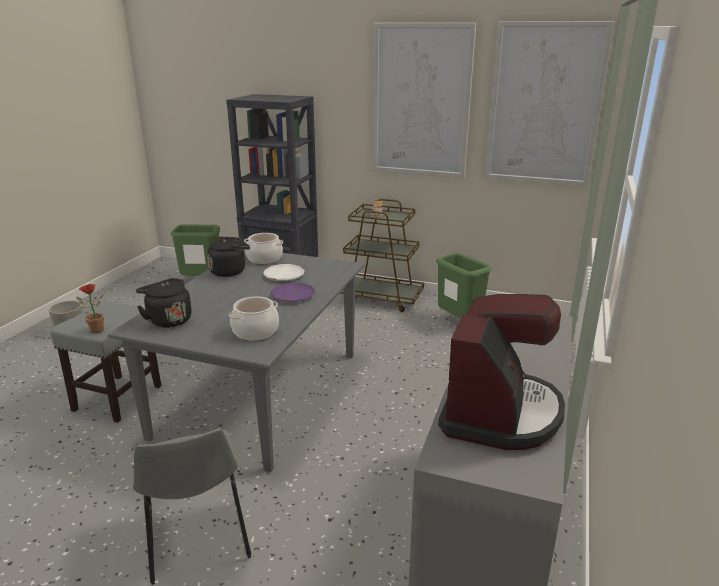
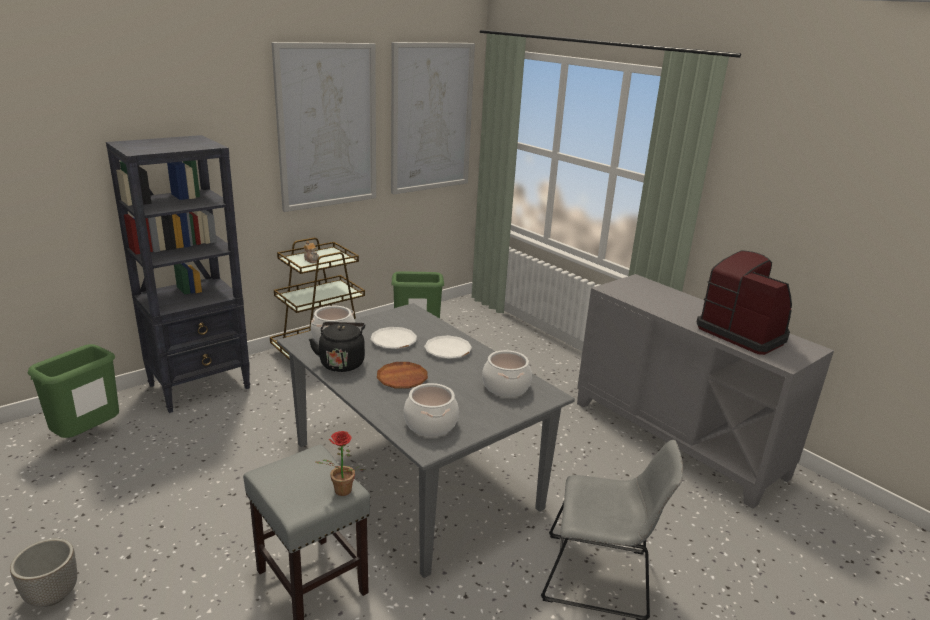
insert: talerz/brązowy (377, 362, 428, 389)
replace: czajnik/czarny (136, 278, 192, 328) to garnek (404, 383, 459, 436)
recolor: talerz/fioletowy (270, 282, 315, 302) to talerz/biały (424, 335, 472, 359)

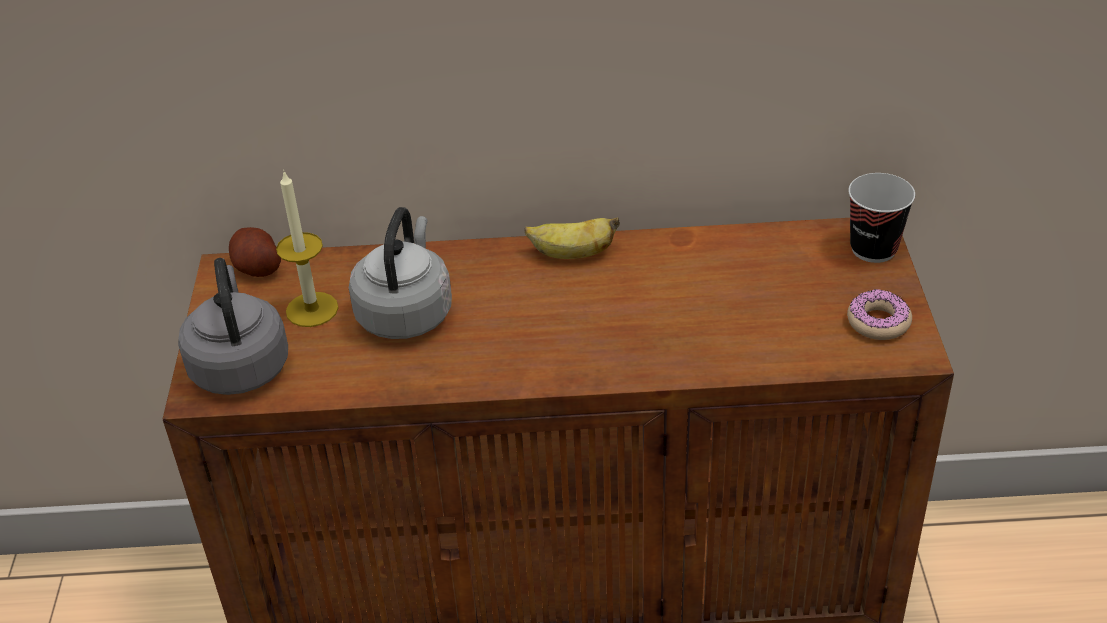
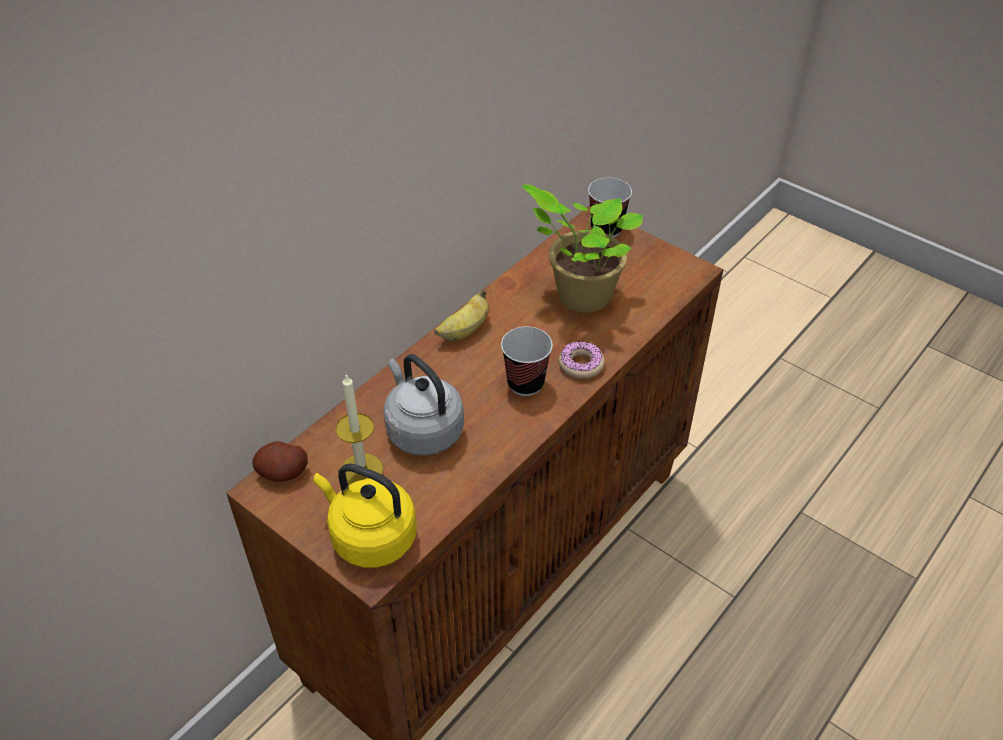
insert: filiżanka (501, 326, 553, 396); roślina doniczkowa (522, 184, 643, 313)
move: donut (847, 289, 912, 340) to (559, 341, 605, 379)
recolor: czajnik/szary (178, 258, 288, 395) to czajnik/żółty (314, 463, 417, 568)

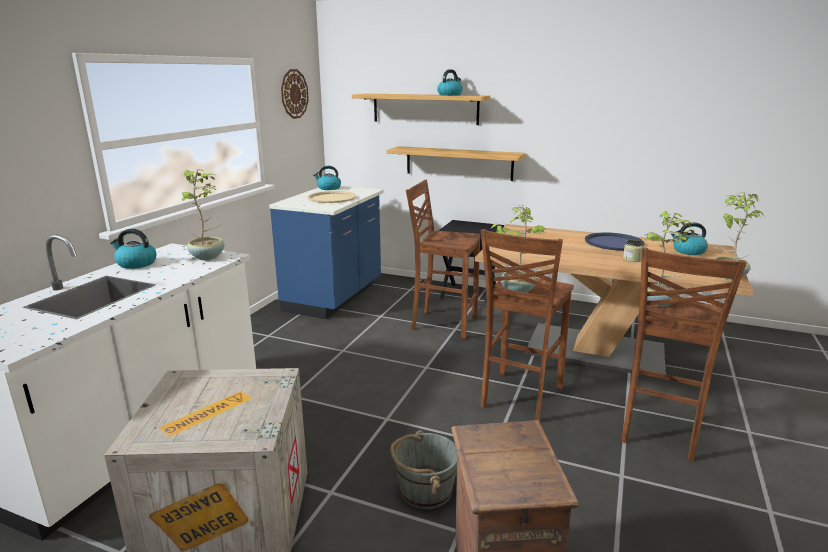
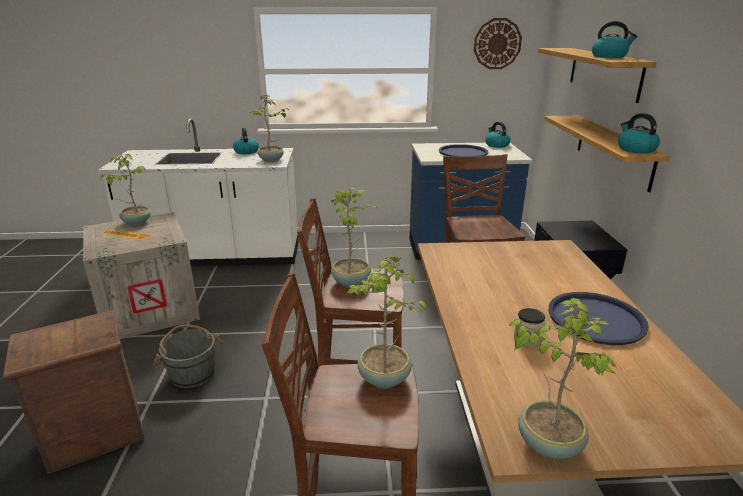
insert: roślina doniczkowa (101, 153, 151, 226)
move: czajnik (671, 222, 708, 255) to (618, 113, 660, 153)
recolor: taca/beżowy (307, 191, 356, 203) to taca/niebieski (439, 144, 488, 157)

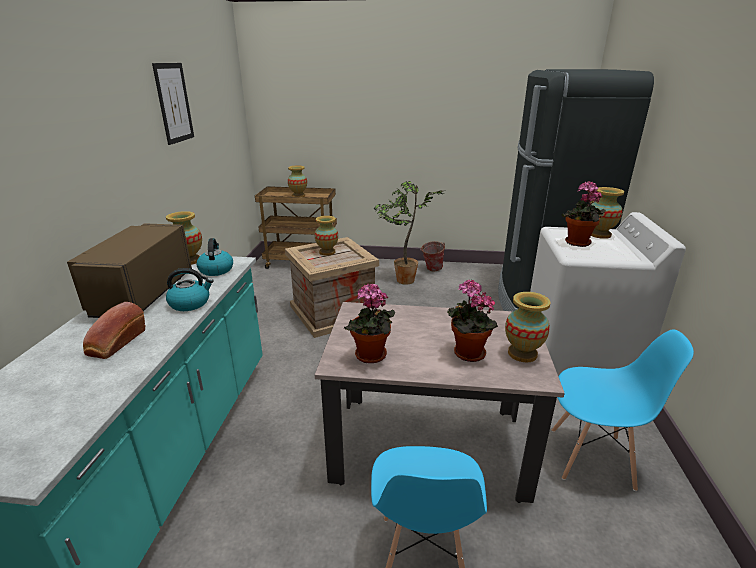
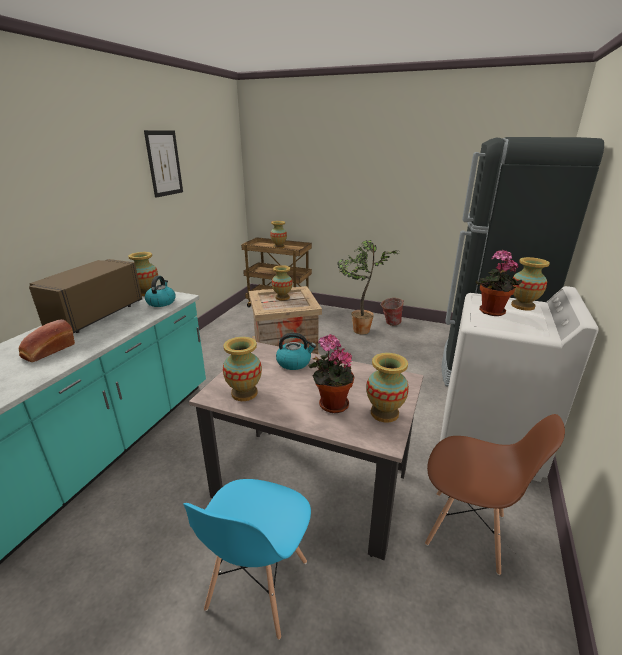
move: czajnik (166, 268, 214, 311) to (276, 333, 316, 370)
replace: roślina doniczkowa (344, 283, 395, 363) to wazon (223, 337, 262, 401)
recolor: krzesło/niebieski (552, 329, 694, 491) to krzesło/brązowy (425, 414, 565, 575)

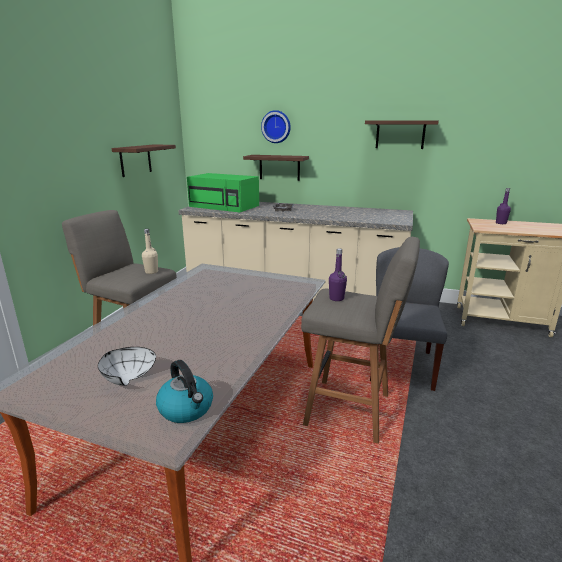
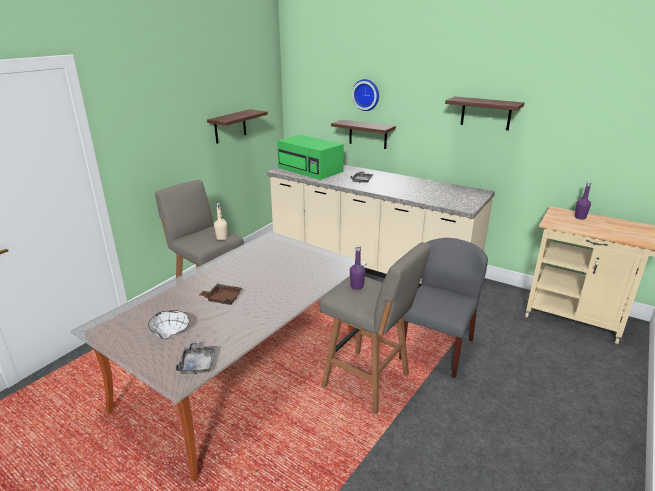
insert: taca/brązowy (199, 284, 243, 305)
replace: czajnik (156, 360, 213, 423) to taca/szary (176, 341, 217, 374)

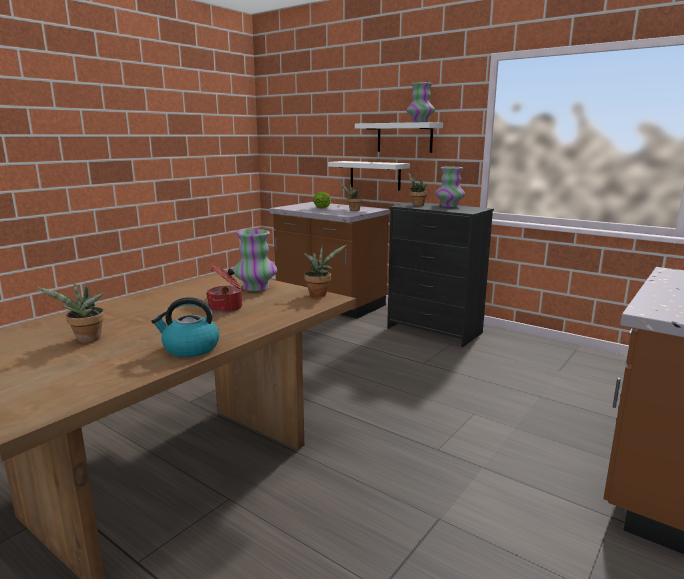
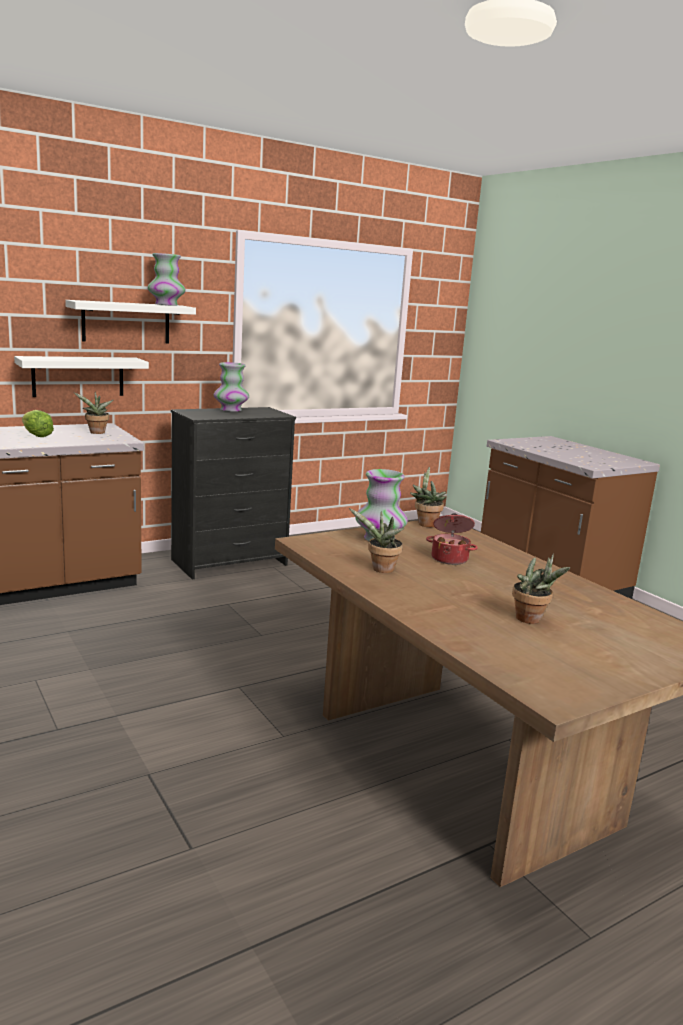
delete: czajnik (151, 297, 219, 357)
move: roślina doniczkowa (408, 173, 428, 206) to (349, 508, 404, 573)

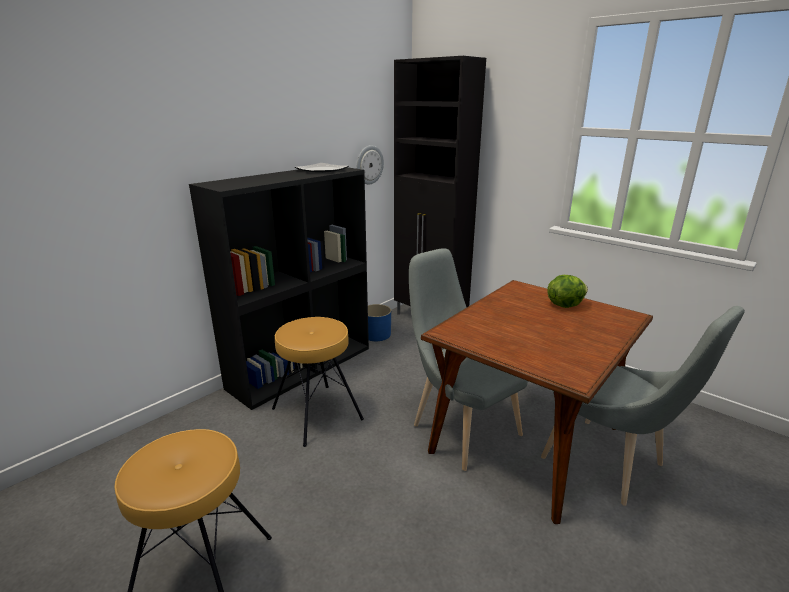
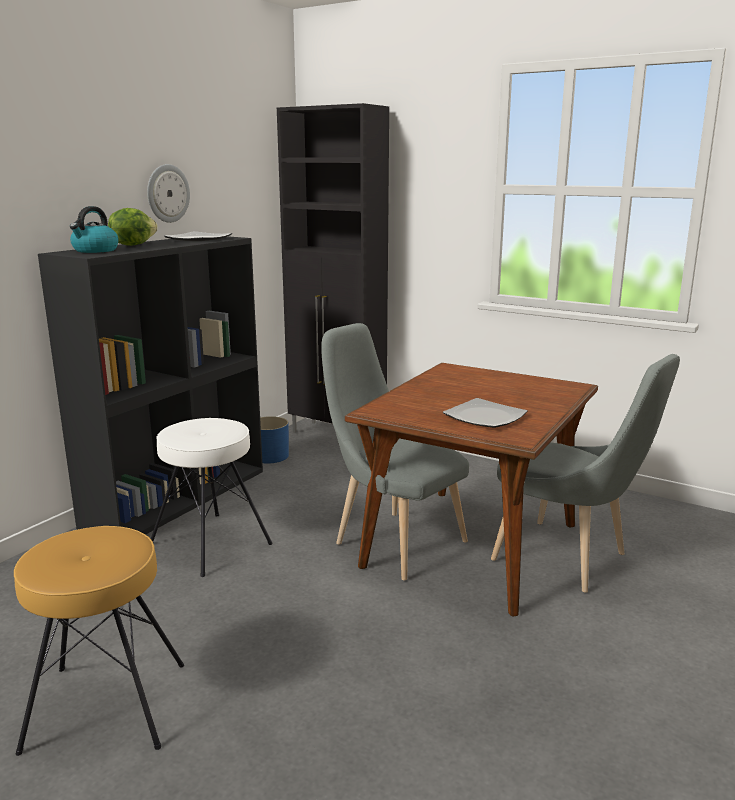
insert: czajnik (70, 206, 119, 253); talerz (443, 398, 528, 428)
move: zegar ścienny (357, 145, 384, 184) to (147, 164, 190, 223); sałata (547, 275, 588, 308) to (108, 208, 158, 246)
recolor: stołek/brązowy (272, 317, 364, 447) to stołek/biały (151, 418, 272, 577)

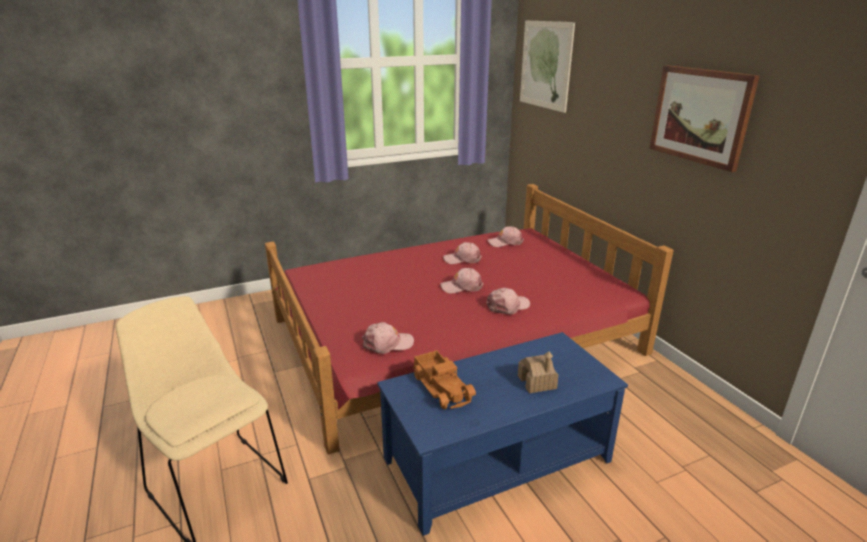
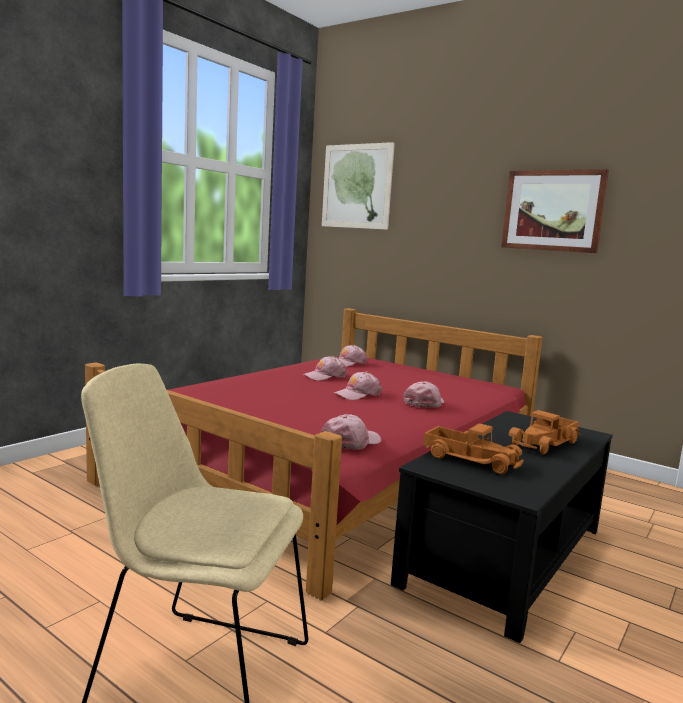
replace: domek (518, 351, 558, 393) to ciężarówka zabawkowa (508, 410, 580, 455)
recolor: ława/niebieski (377, 332, 628, 536) to ława/czarny (391, 411, 613, 643)

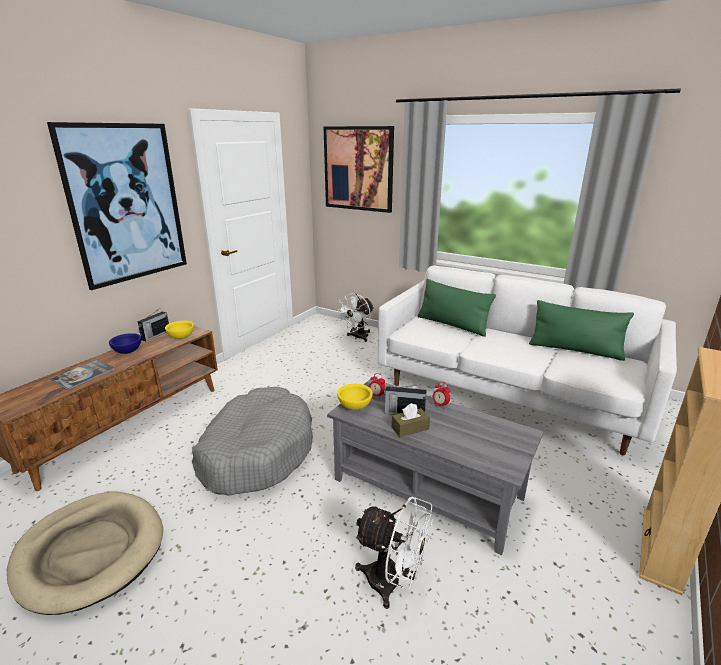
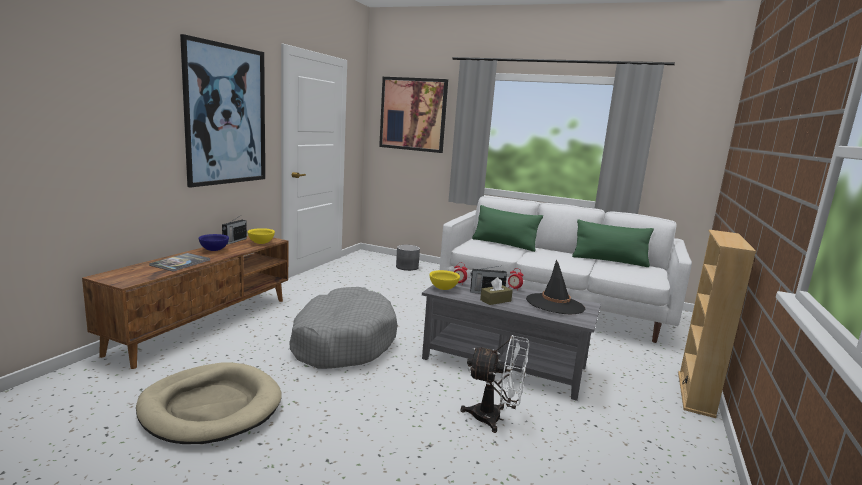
insert: kapelusz/czarny (526, 259, 586, 314)
replace: wentylator/biały (337, 293, 374, 342) to donica/szary (396, 245, 420, 271)

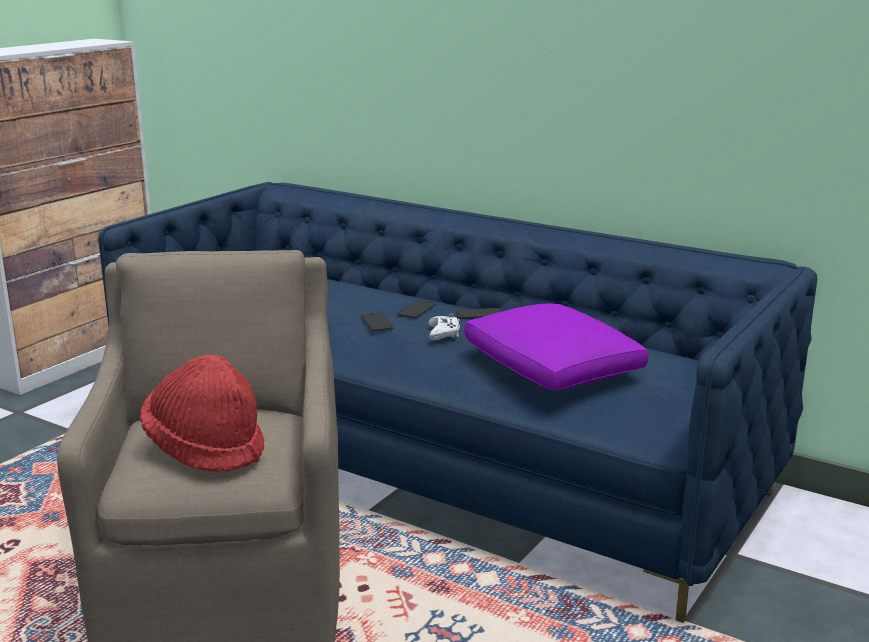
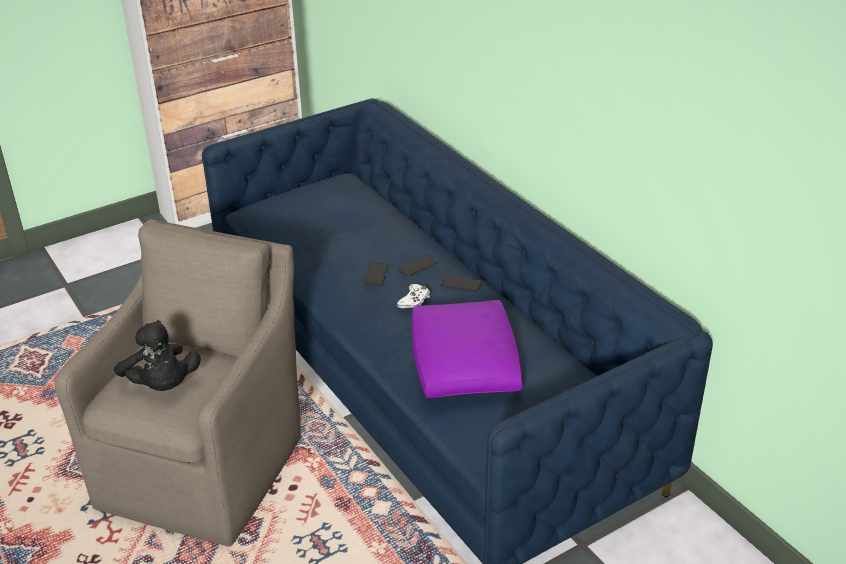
replace: kapelusz/czerwony (140, 355, 264, 472) to pluszak/czarny (114, 320, 201, 391)

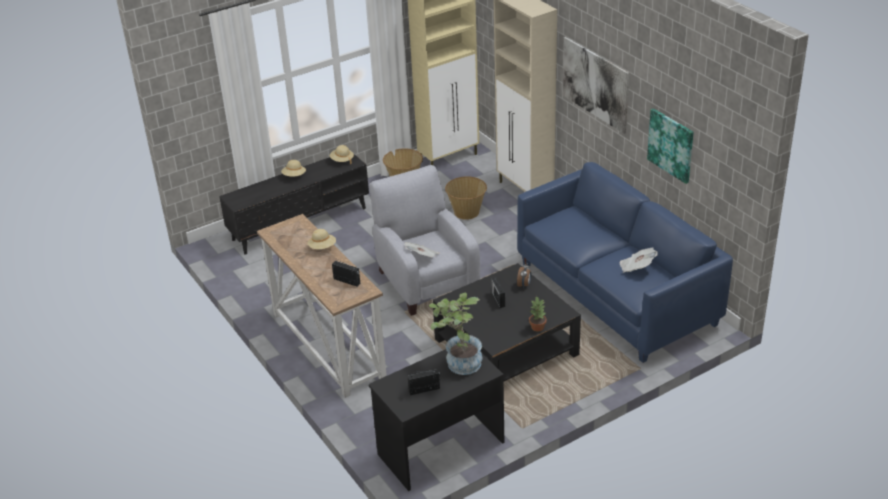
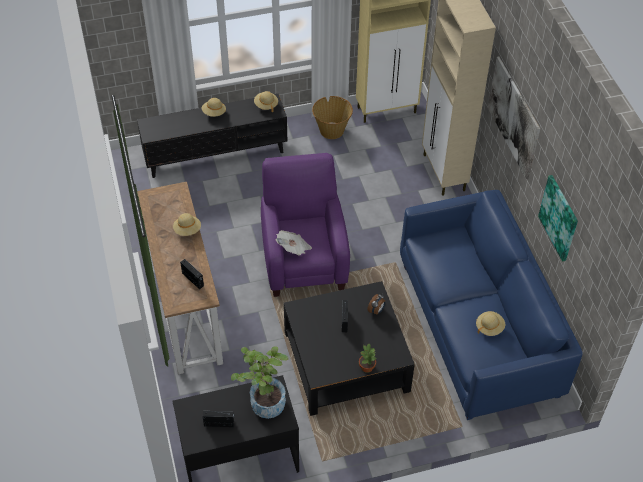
delete: koszyk (445, 176, 487, 220)
replace: gazeta (619, 248, 658, 273) to kapelusz/beżowy (476, 311, 505, 336)
recolor: fotel/szary (369, 165, 480, 316) to fotel/fioletowy (261, 153, 350, 297)

